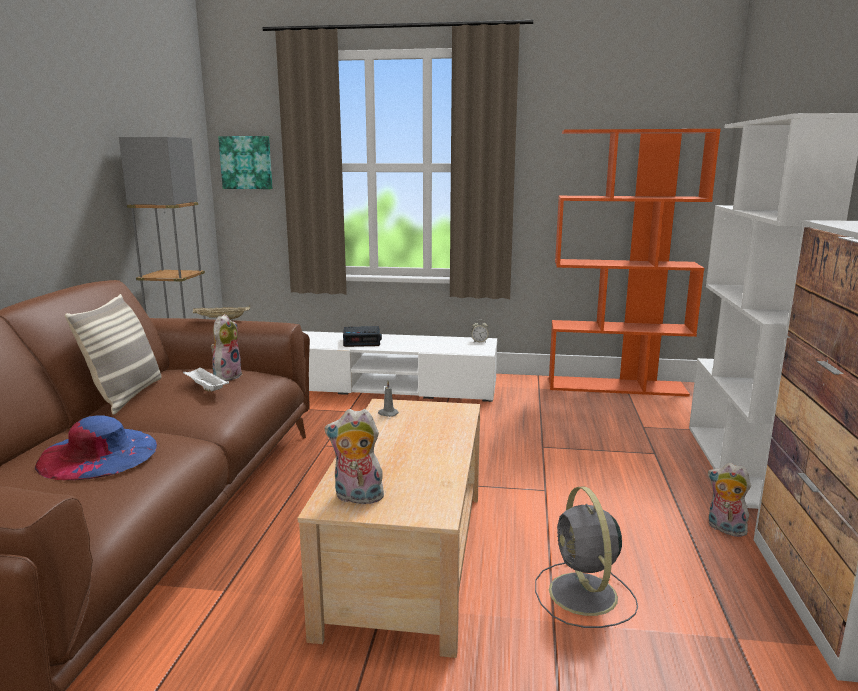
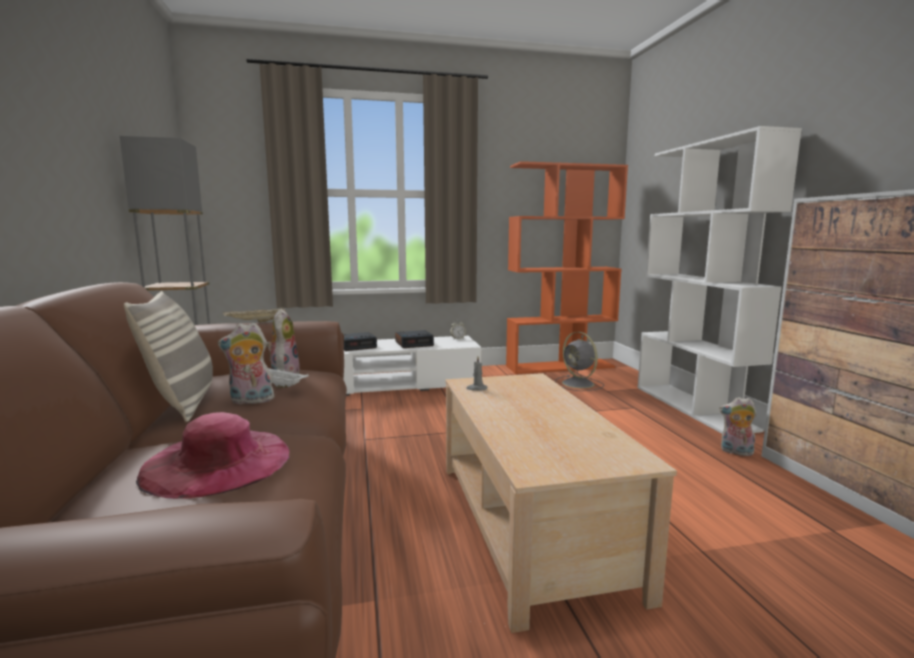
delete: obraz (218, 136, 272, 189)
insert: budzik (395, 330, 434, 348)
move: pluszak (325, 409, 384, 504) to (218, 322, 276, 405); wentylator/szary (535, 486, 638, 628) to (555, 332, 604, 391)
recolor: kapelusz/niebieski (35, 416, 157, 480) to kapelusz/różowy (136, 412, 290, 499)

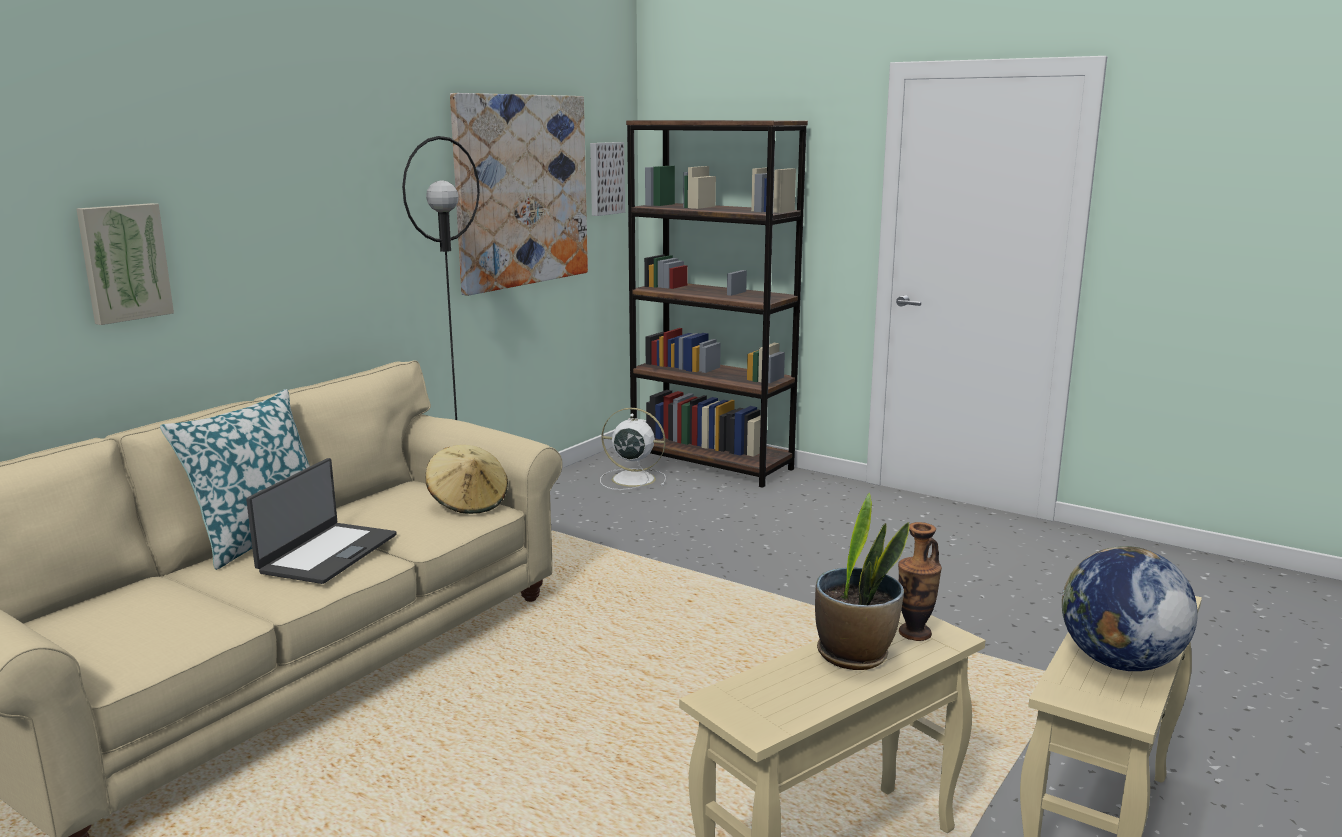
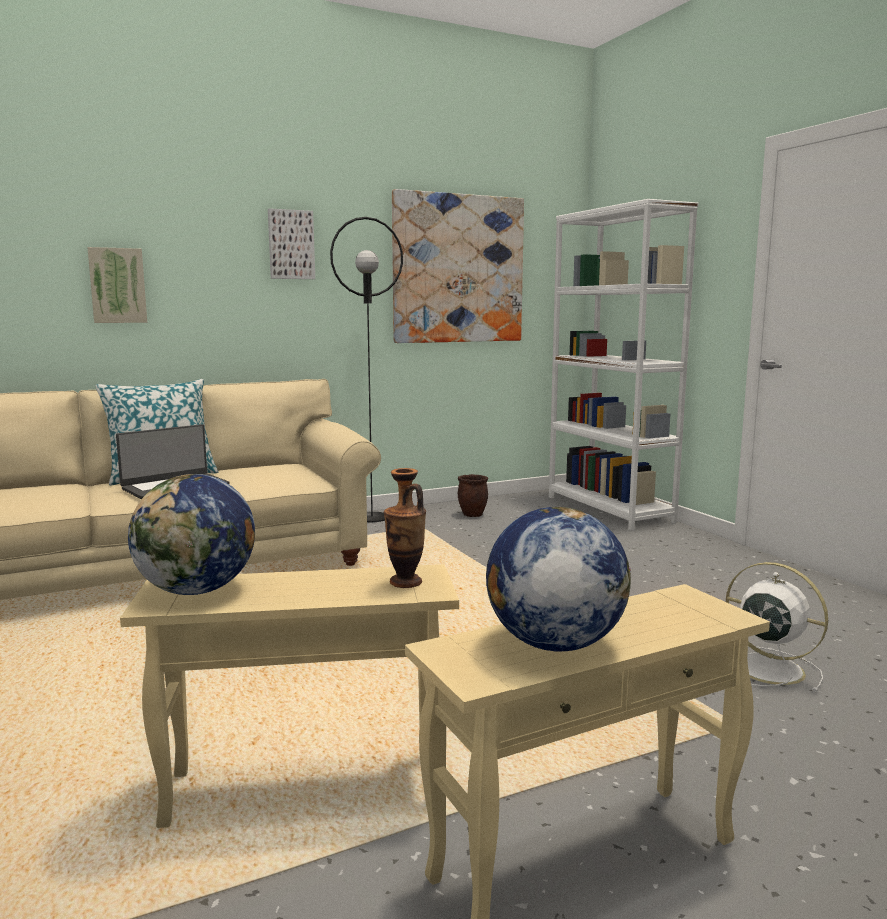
delete: kapelusz/beżowy (426, 445, 508, 514); roślina doniczkowa (815, 493, 910, 670)
insert: globus (128, 474, 255, 595); donica/brązowy (458, 474, 488, 517)
move: obraz (590, 142, 625, 216) to (268, 208, 315, 279); wentylator/biały (600, 408, 666, 490) to (726, 562, 828, 693)
recolor: regał/brązowy (626, 120, 808, 488) to regał/biały (549, 199, 698, 531)

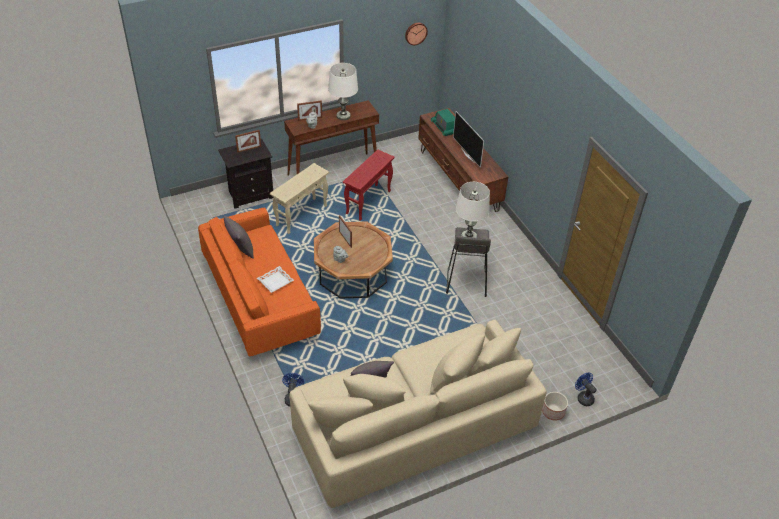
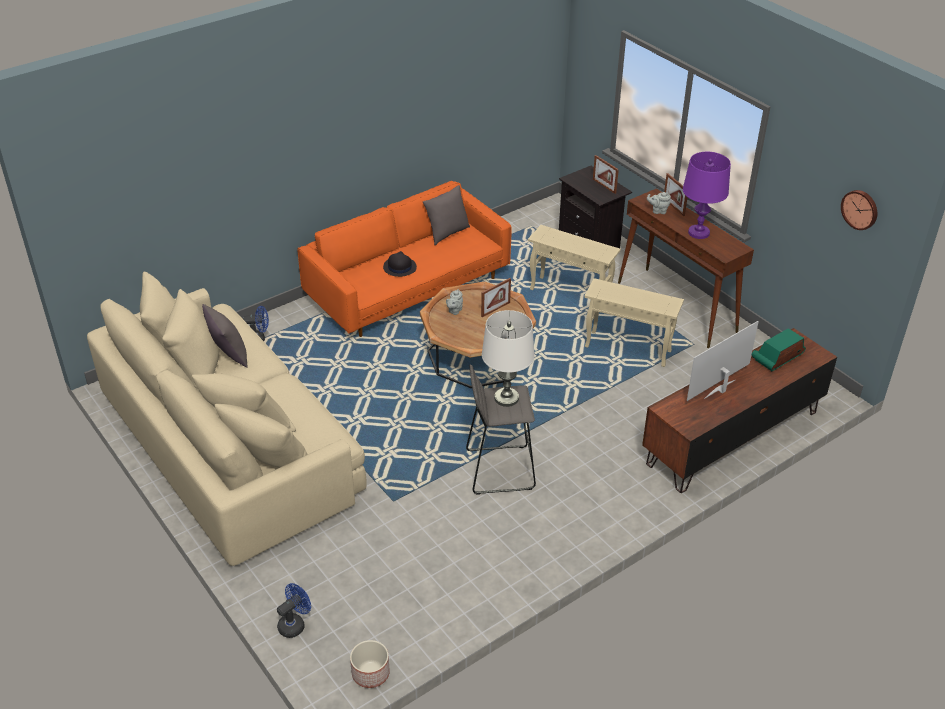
move: donica (542, 392, 568, 421) to (350, 640, 390, 688)
replace: taca/biały (257, 266, 294, 293) to kapelusz/czarny (383, 251, 417, 277)
recolor: lampa stołowa/biały (328, 63, 358, 120) to lampa stołowa/fioletowy (683, 152, 731, 239); stolik/czerwony (343, 149, 395, 221) to stolik/beżowy (584, 278, 684, 367)

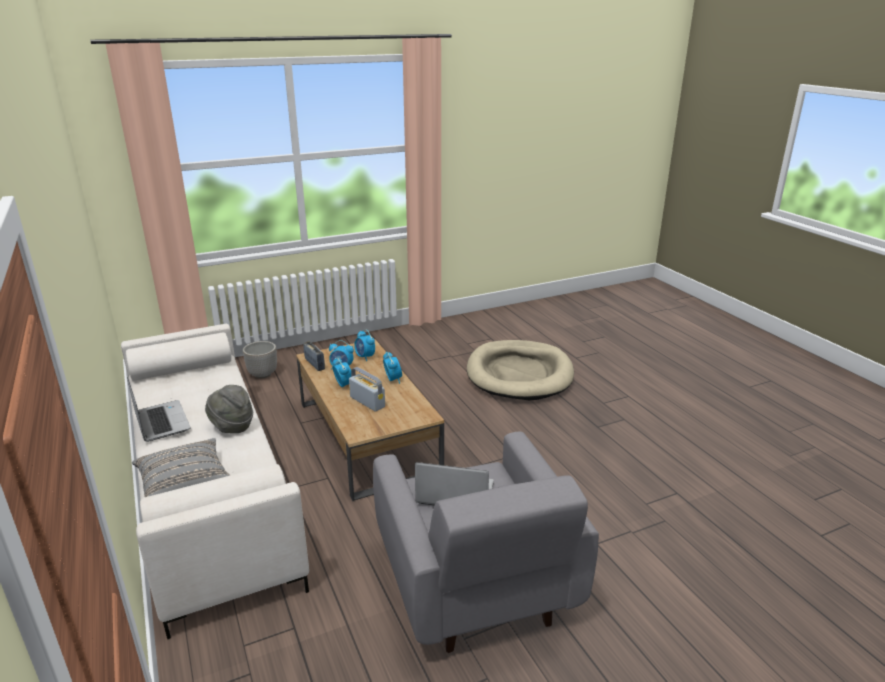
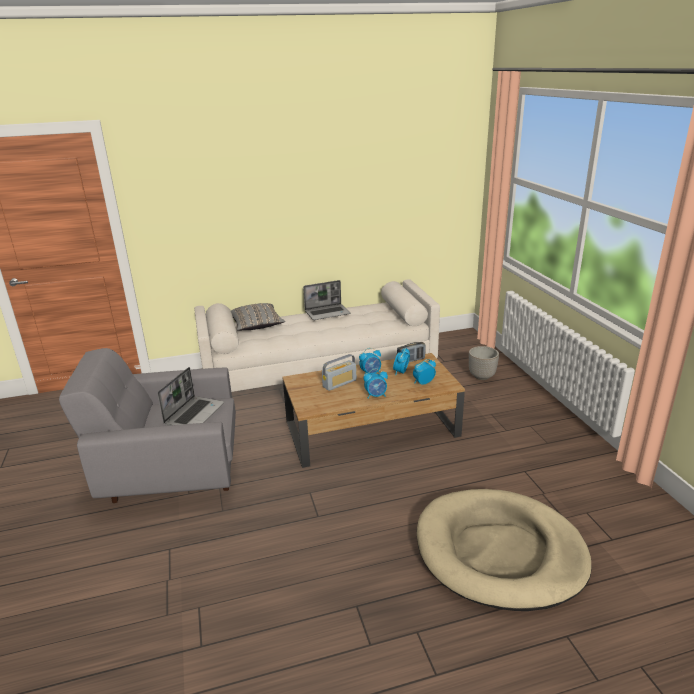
delete: kapelusz/szary (205, 385, 253, 433)

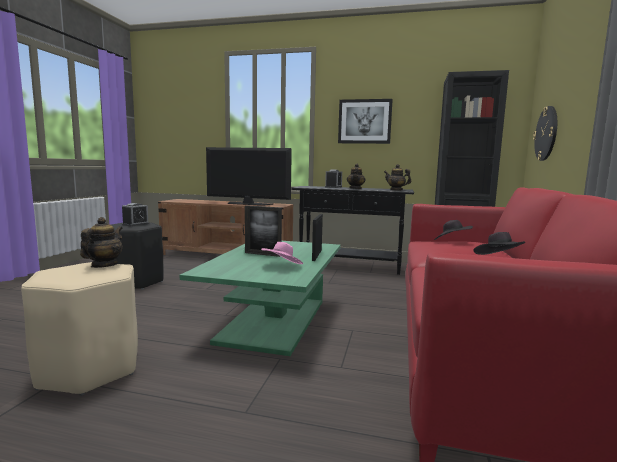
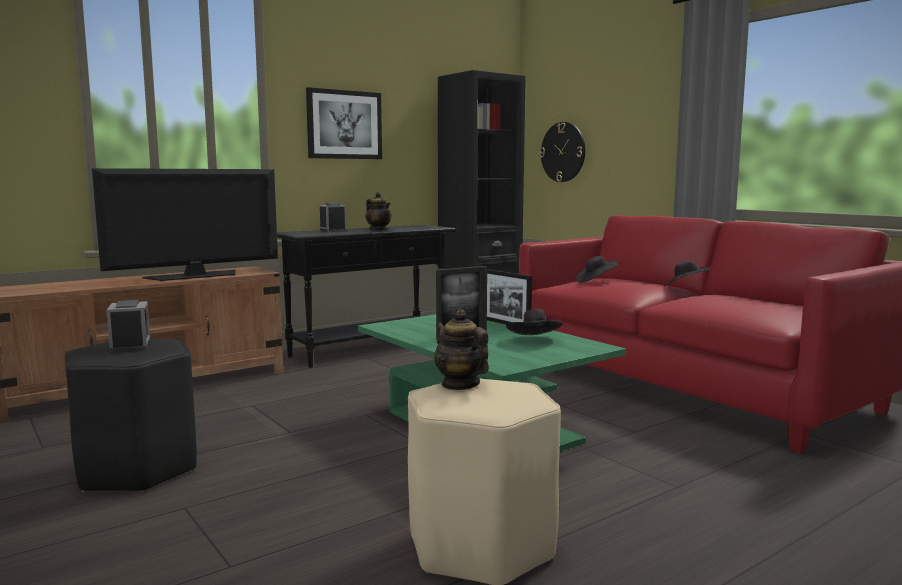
delete: imbryk (384, 164, 411, 191)
recolor: kapelusz/różowy (261, 242, 303, 264) to kapelusz/czarny (506, 309, 562, 335)

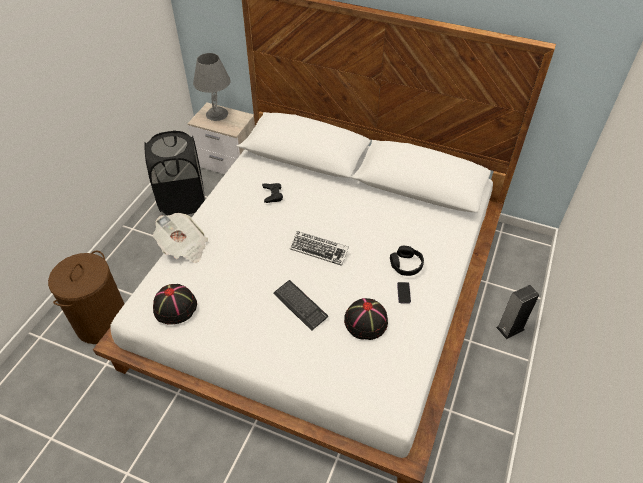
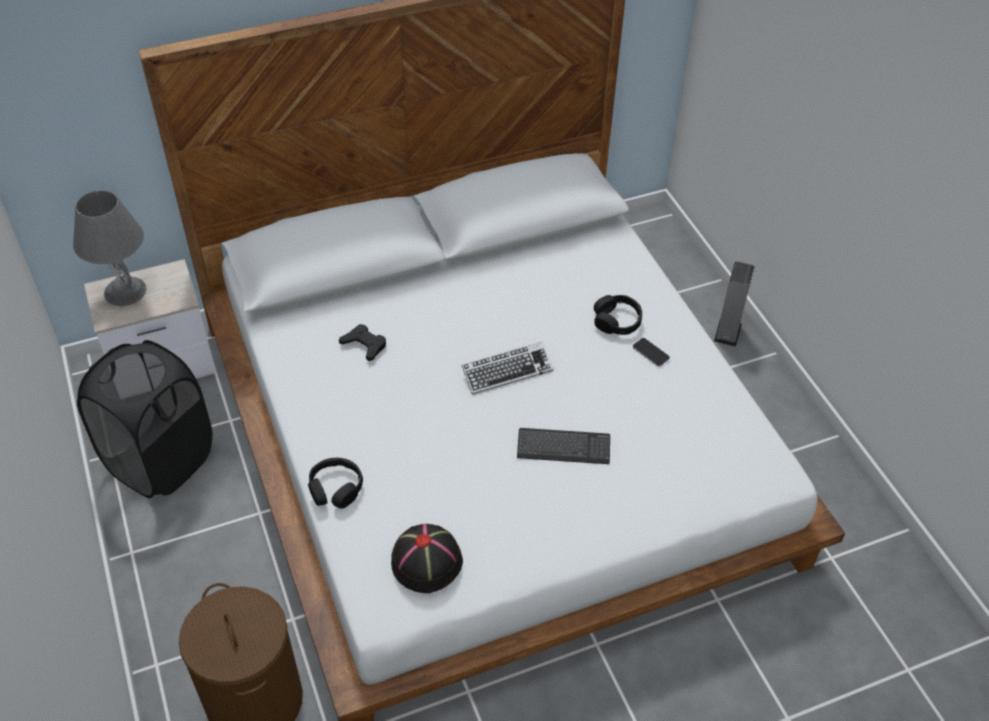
delete: kapelusz/czarny (344, 298, 388, 340)
replace: gazeta (153, 213, 208, 263) to słuchawki/czarny (308, 458, 363, 509)

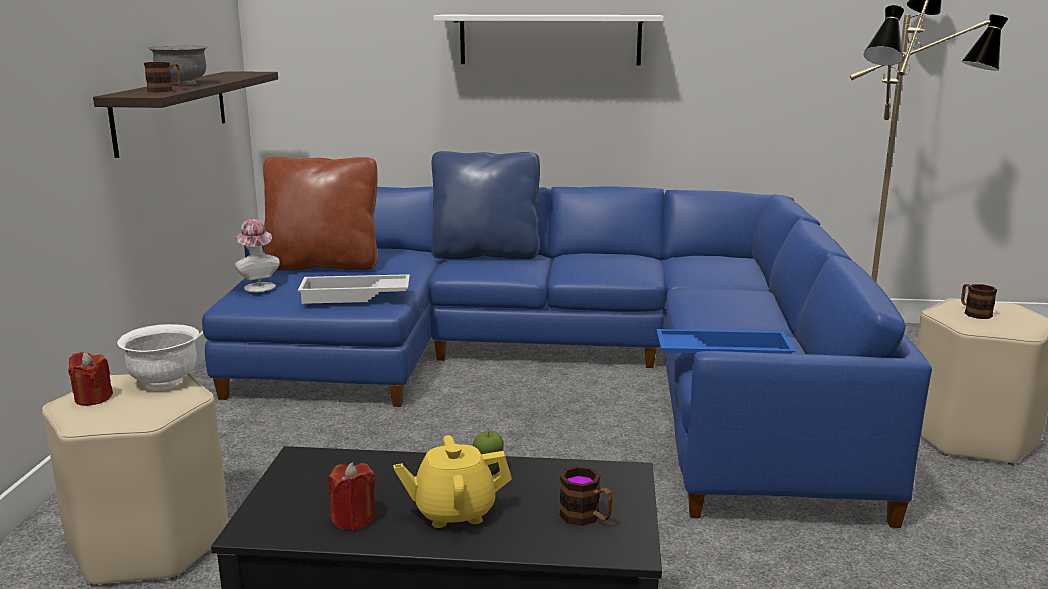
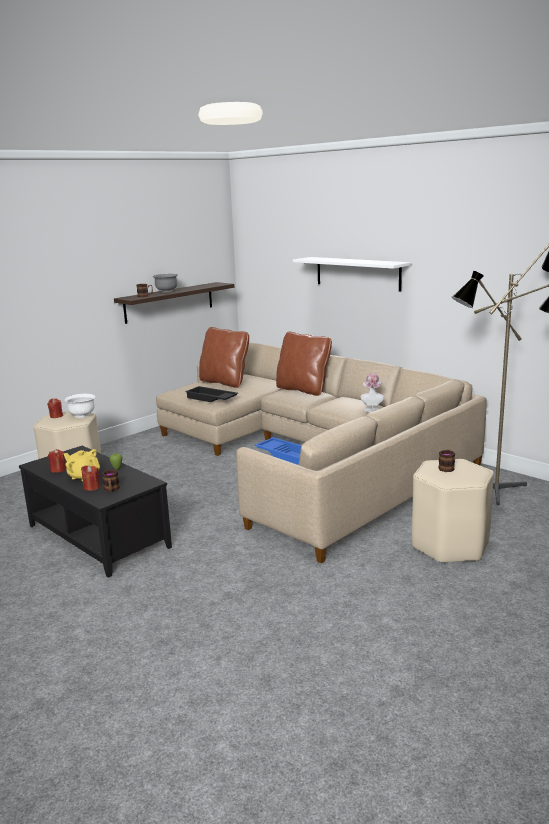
insert: świeca/czerwony (81, 465, 100, 491)
move: kapelusz (234, 219, 280, 292) to (360, 373, 384, 413)
recolor: kanapa/niebieski (202, 186, 932, 528) to kanapa/beżowy (156, 342, 487, 563); taca/biały (298, 274, 410, 304) to taca/czarny (185, 386, 238, 402); poduszka/niebieski (431, 151, 540, 259) to poduszka/brązowy (276, 332, 332, 396)

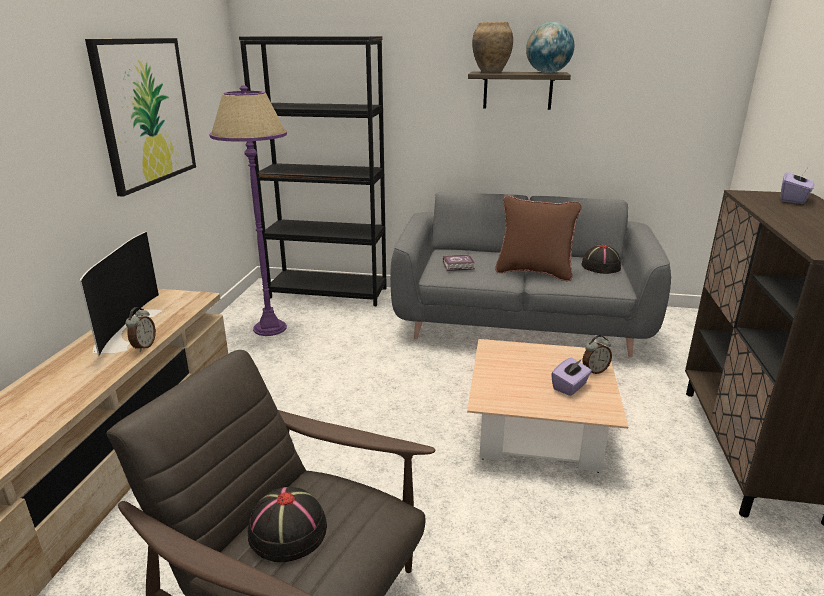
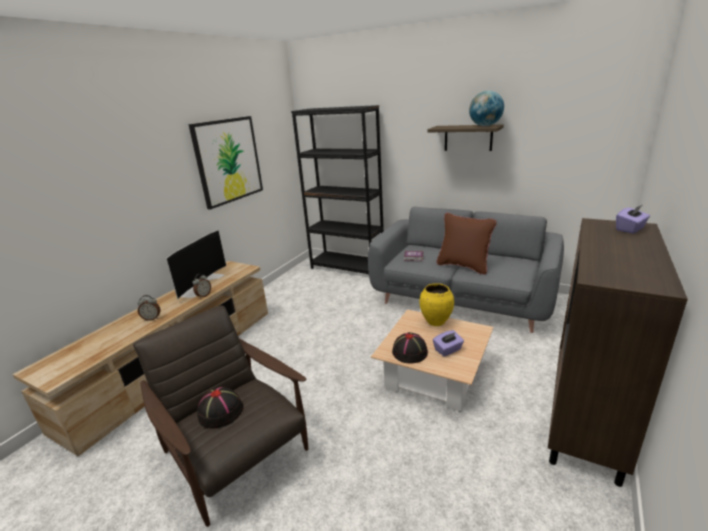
delete: lampa stojąca/fioletowy (209, 85, 287, 336); wazon/brązowy (472, 22, 513, 73)
insert: wazon/żółty (419, 283, 454, 326)
move: kapelusz/czarny (581, 245, 621, 274) to (392, 332, 428, 363); budzik (582, 335, 612, 374) to (137, 295, 160, 321)

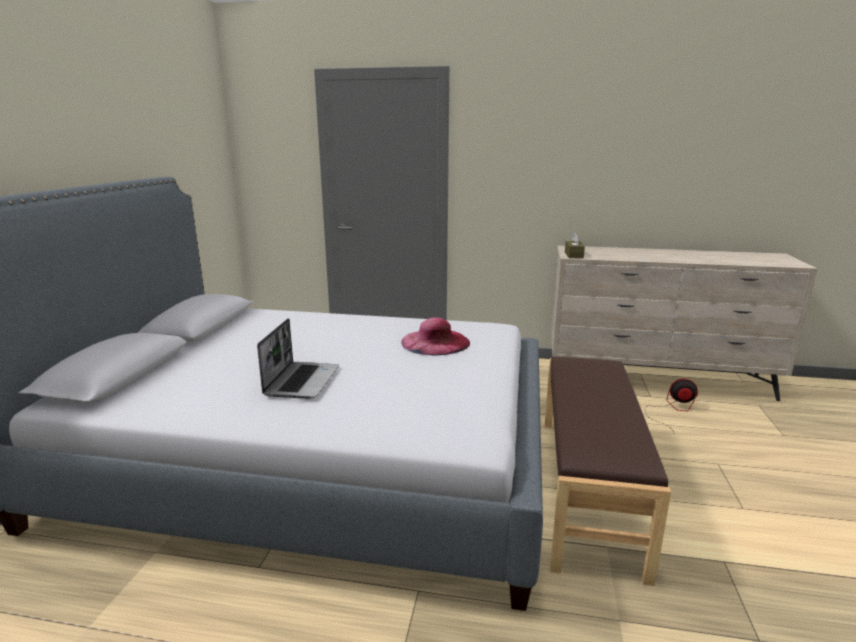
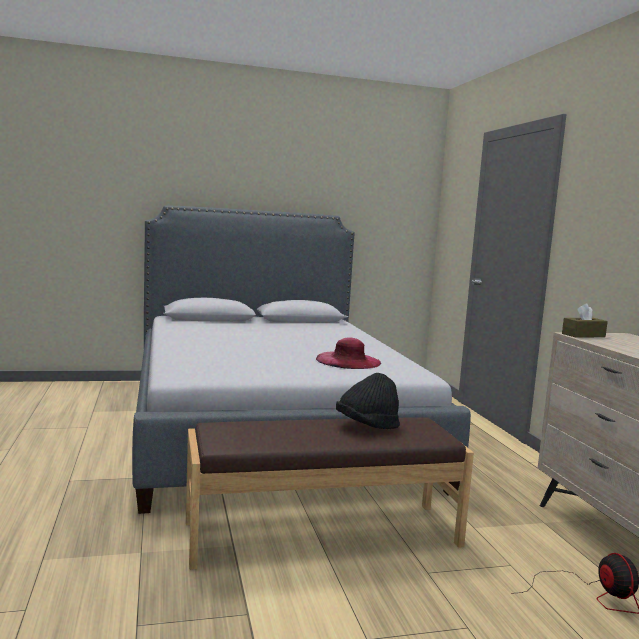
delete: laptop (257, 318, 339, 399)
insert: kapelusz/czarny (336, 373, 400, 429)

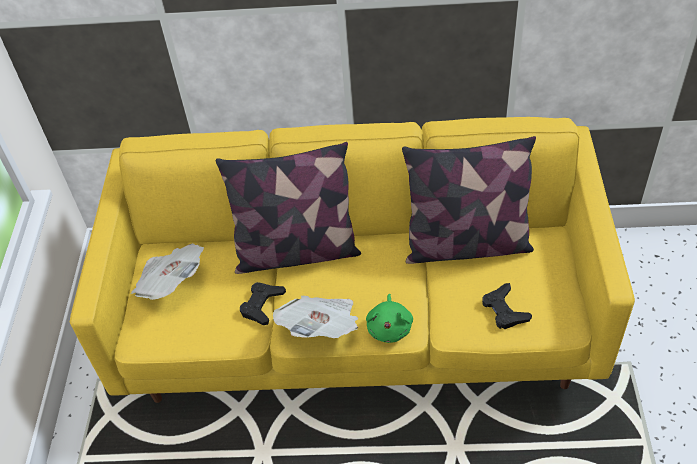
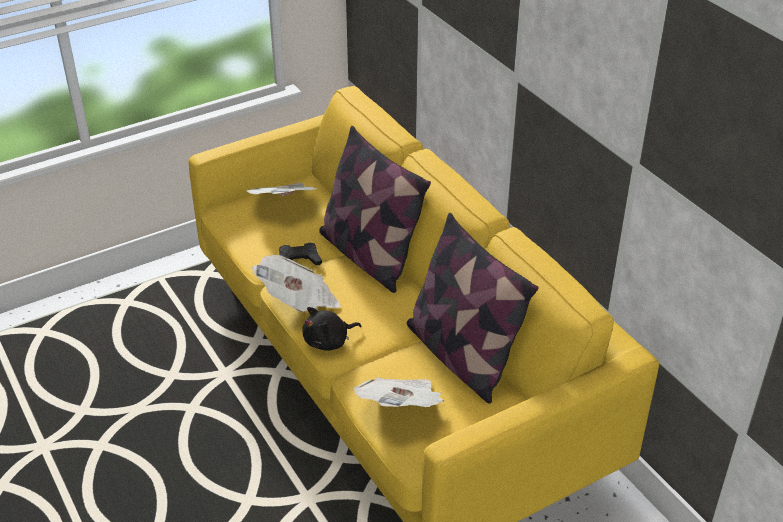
replace: pad do gier/czarny (482, 283, 532, 329) to gazeta (354, 377, 444, 407)
recolor: pluszak/zielony (366, 294, 413, 343) to pluszak/czarny (302, 307, 361, 351)

